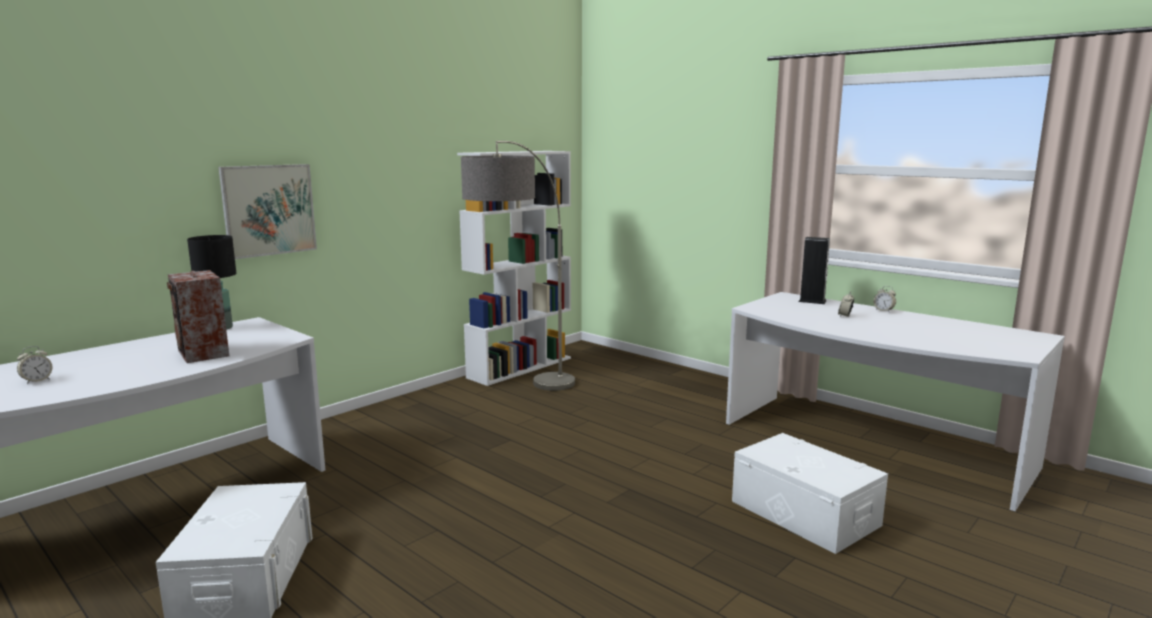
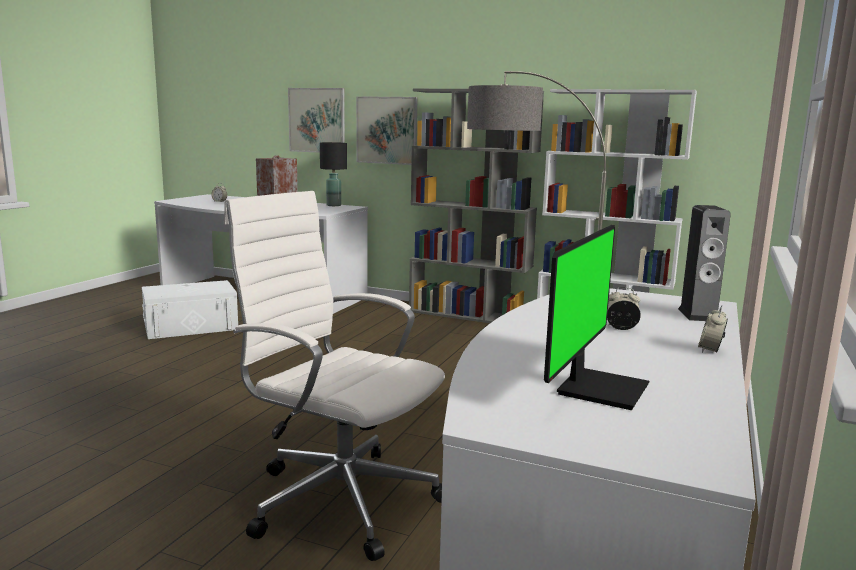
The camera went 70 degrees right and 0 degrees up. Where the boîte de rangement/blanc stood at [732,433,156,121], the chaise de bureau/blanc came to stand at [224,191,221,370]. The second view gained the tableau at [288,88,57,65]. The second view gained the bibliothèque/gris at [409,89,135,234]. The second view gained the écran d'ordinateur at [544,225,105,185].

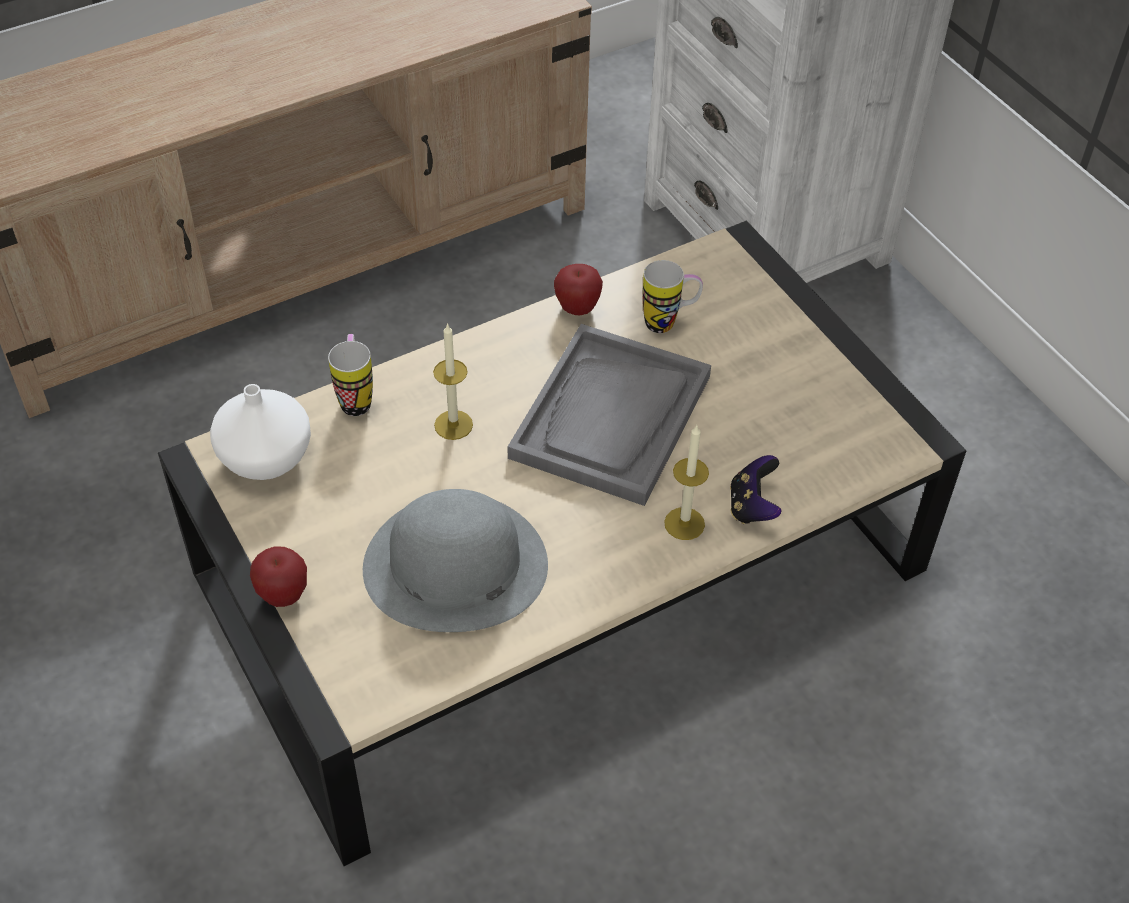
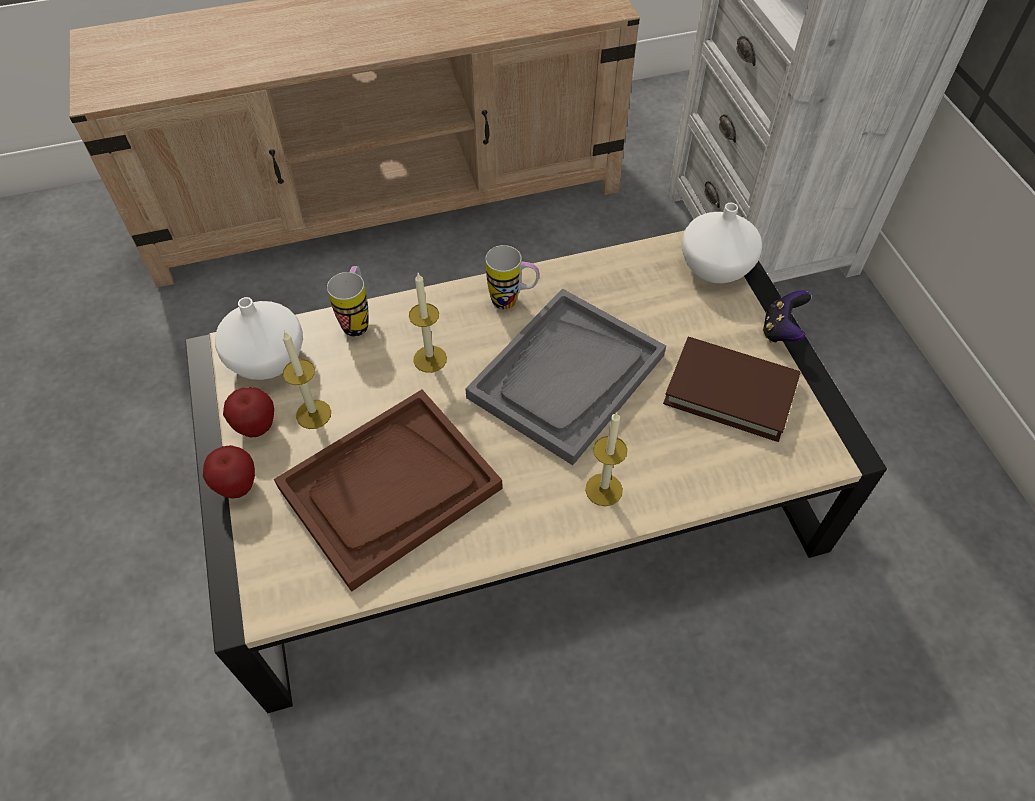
The camera went 15 degrees right and 5 degrees up. The mug ended up elsewhere, having gone from [643,260,60,73] to [485,245,54,65]. The pomme ended up elsewhere, having gone from [554,264,49,51] to [223,387,51,50]. The manette ended up elsewhere, having gone from [730,455,52,69] to [762,290,49,52]. Where the chapeau/gris stood at [363,489,185,143], the plateau/marron came to stand at [274,390,229,202]. The second view gained the vase/blanc at [681,203,81,81]. The second view gained the bougie at [282,330,49,99]. The second view gained the livre/marron at [663,337,138,105].

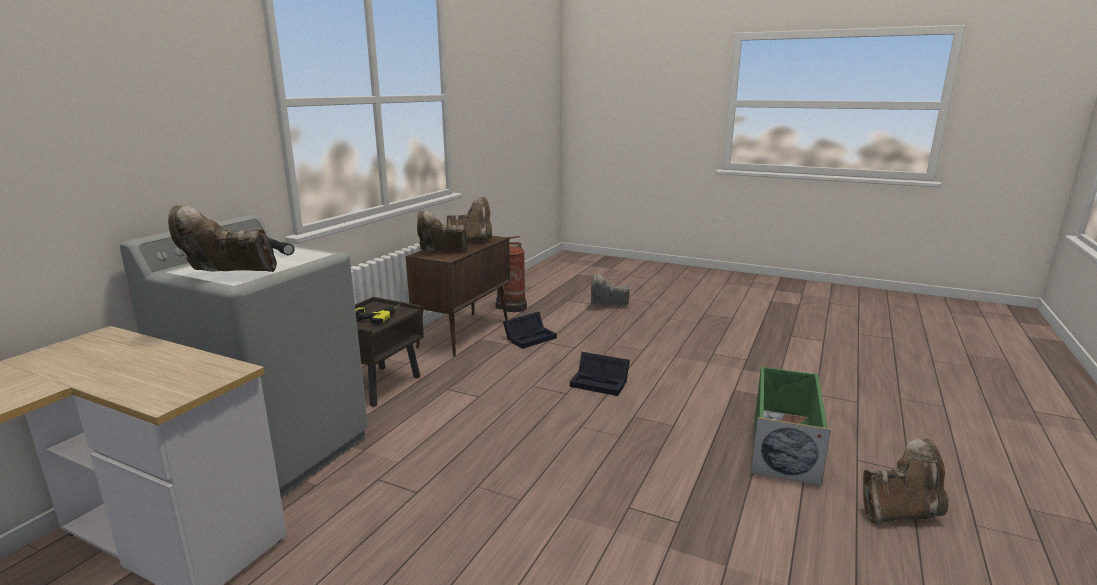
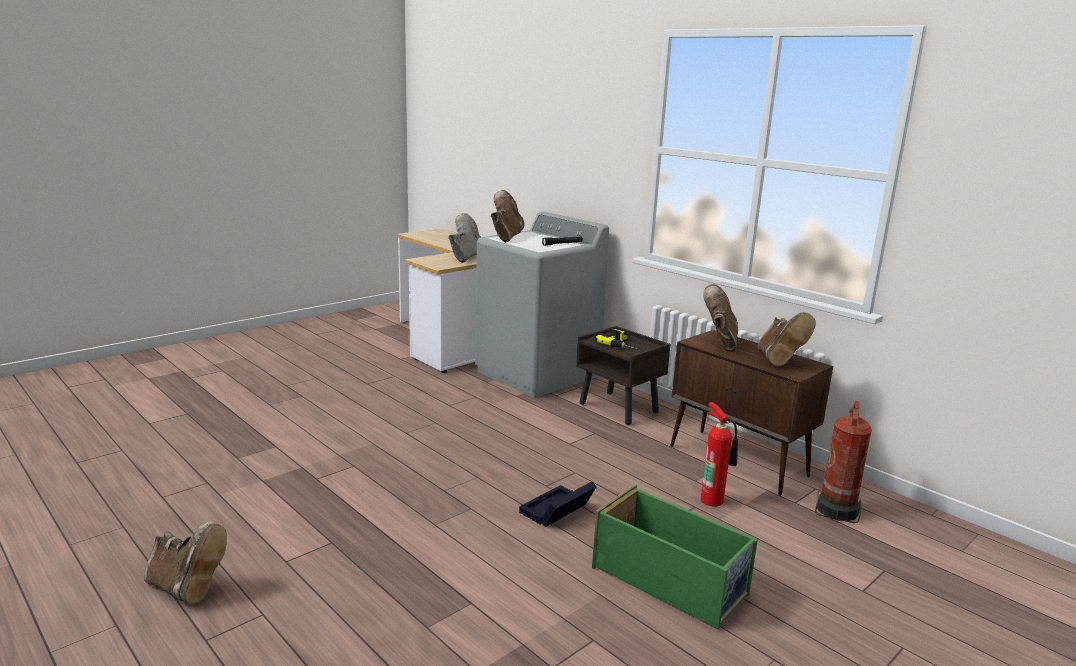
The camera went 110 degrees right and 0 degrees up. The botte/gris ended up elsewhere, having gone from [591,274,38,32] to [449,213,32,50]. Where the boîte de rangement/noir stood at [503,312,54,37], the extincteur came to stand at [701,402,37,105]. The boîte de rangement/vert ended up elsewhere, having gone from [751,366,80,120] to [592,484,166,146]. The botte/marron at [863,439,86,85] ended up facing another way, 75 degrees counterclockwise from before.

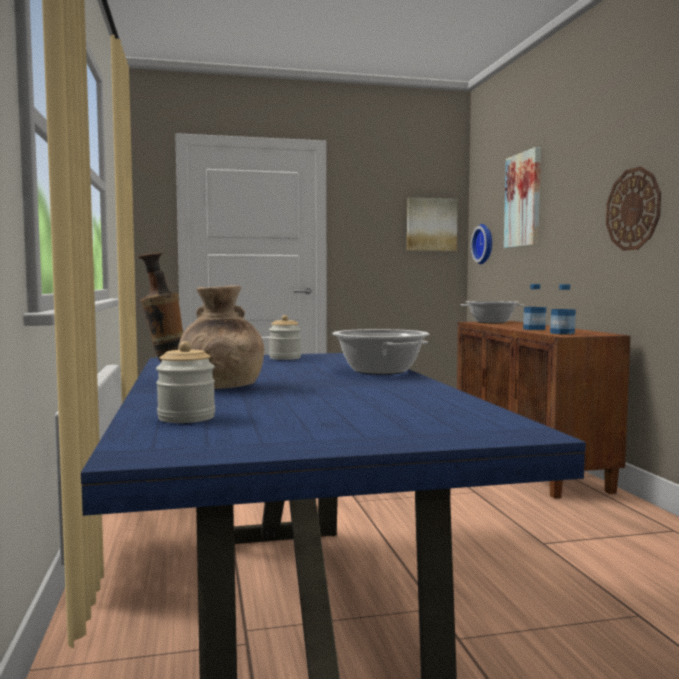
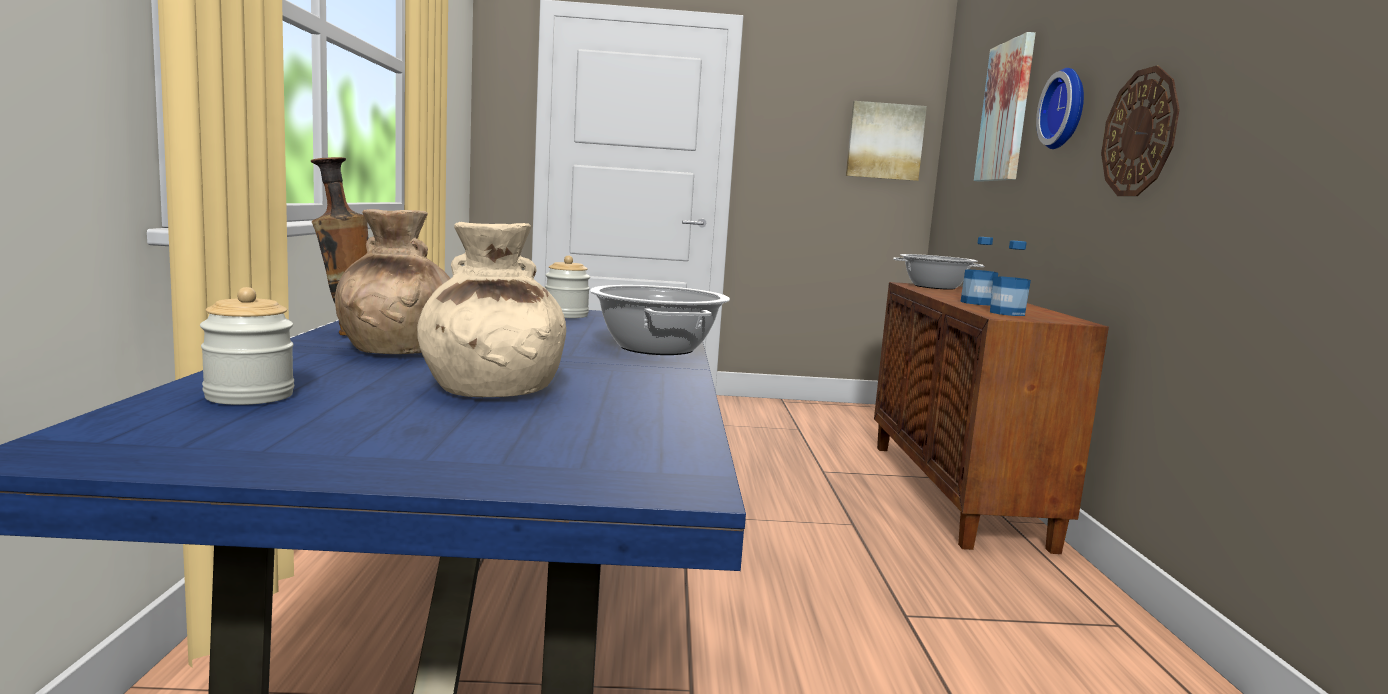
The camera went 10 degrees right and 5 degrees up. The horloge murale ended up elsewhere, having gone from [471,224,21,40] to [1036,68,48,81]. The second view gained the vase/beige at [417,222,149,175].

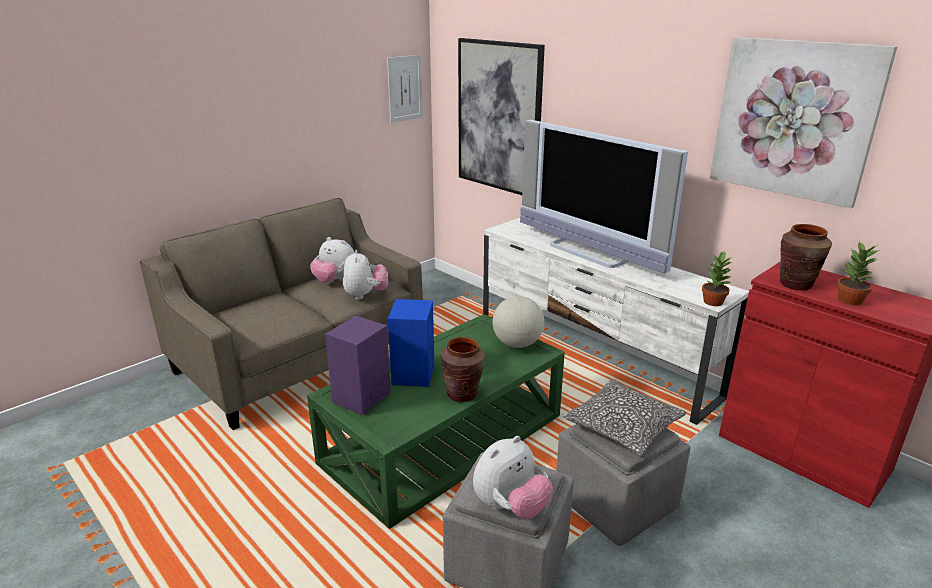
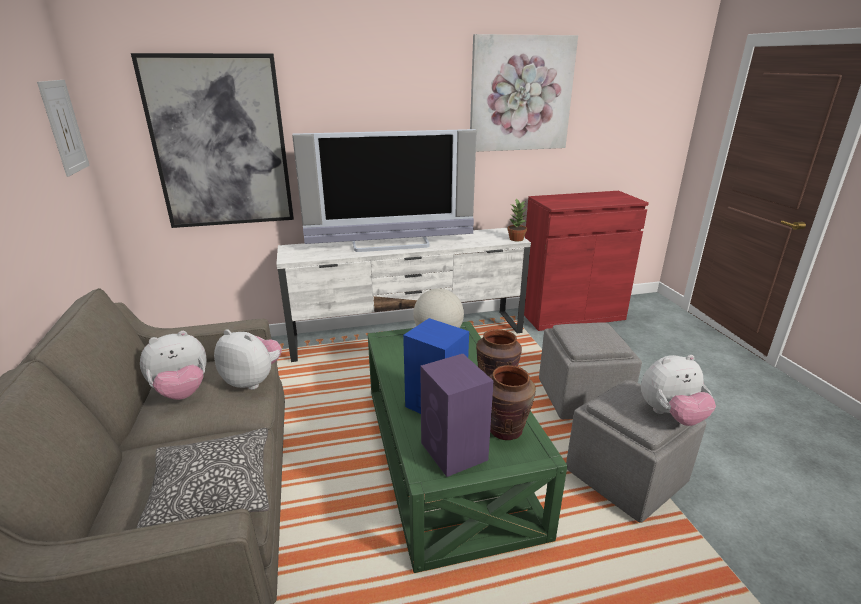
The camera went 60 degrees left and 0 degrees up. The vase/marron ended up elsewhere, having gone from [779,224,53,66] to [489,365,47,75]. The second view lost the plante en pot at [837,241,42,64]. The coussin ended up elsewhere, having gone from [563,380,123,77] to [137,428,132,100]. The peluche at [473,436,80,83] ended up facing another way, 90 degrees clockwise from before.

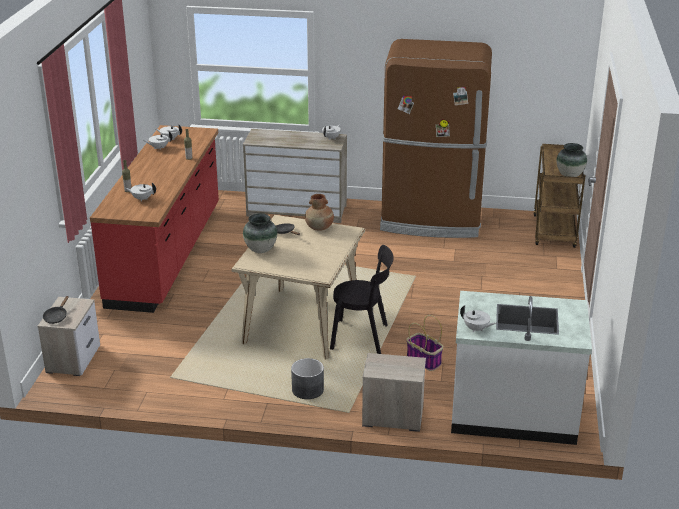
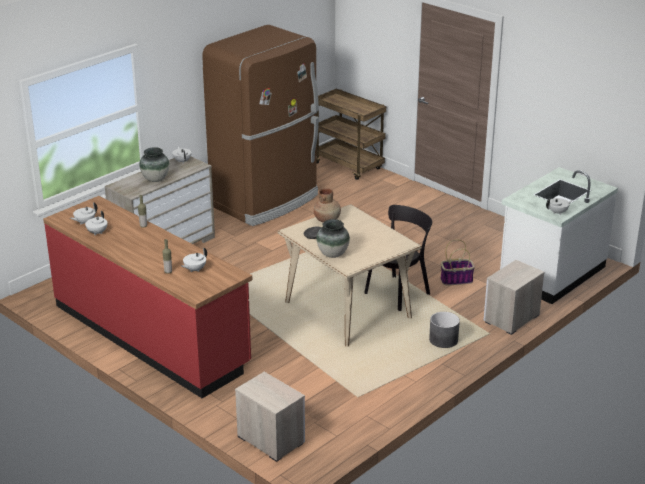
The camera went 55 degrees left and 0 degrees up. The vase ended up elsewhere, having gone from [557,143,30,34] to [139,147,30,35]. The second view lost the poêle/noir at [43,296,26,28].

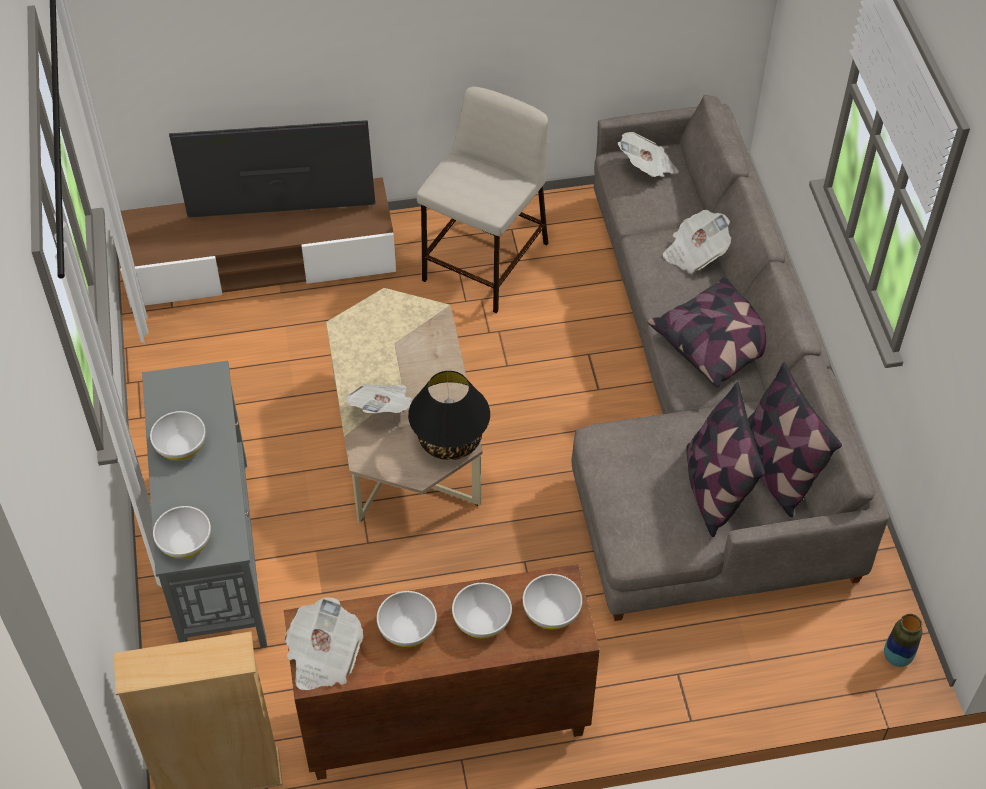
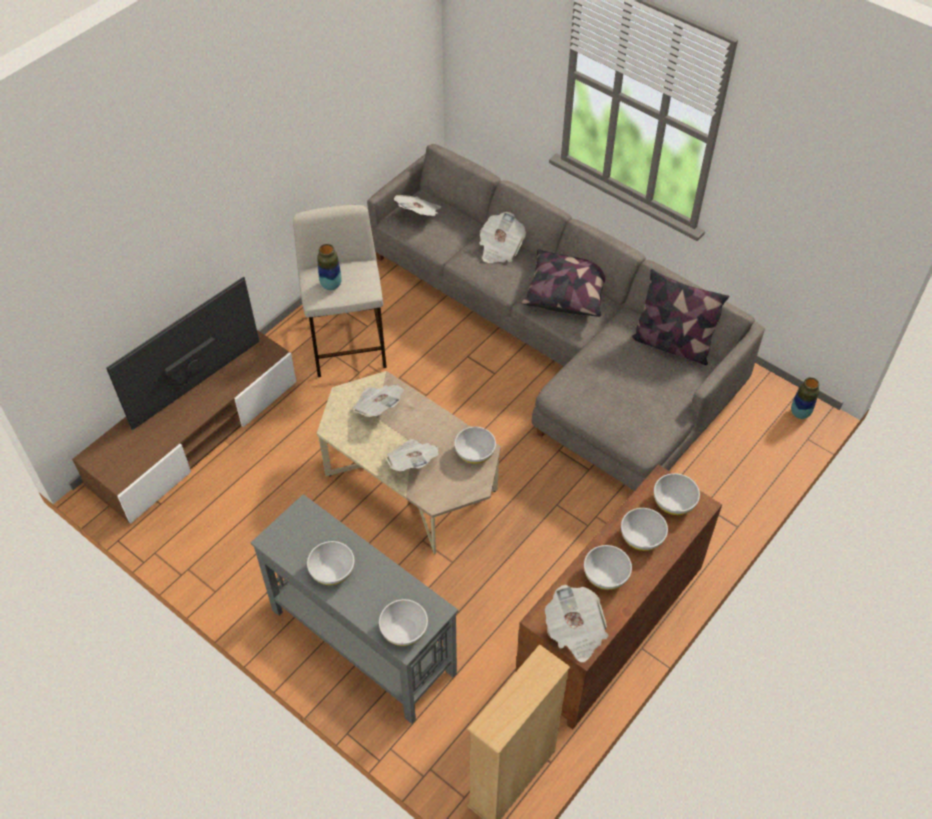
The camera went 40 degrees left and 0 degrees up. Where the lampe de table/noir stood at [408,371,82,89], the bol/blanc came to stand at [454,427,42,37]. The second view lost the coussin at [686,382,79,155]. The second view gained the vase at [317,244,25,46]. The second view gained the journal at [352,385,52,32].

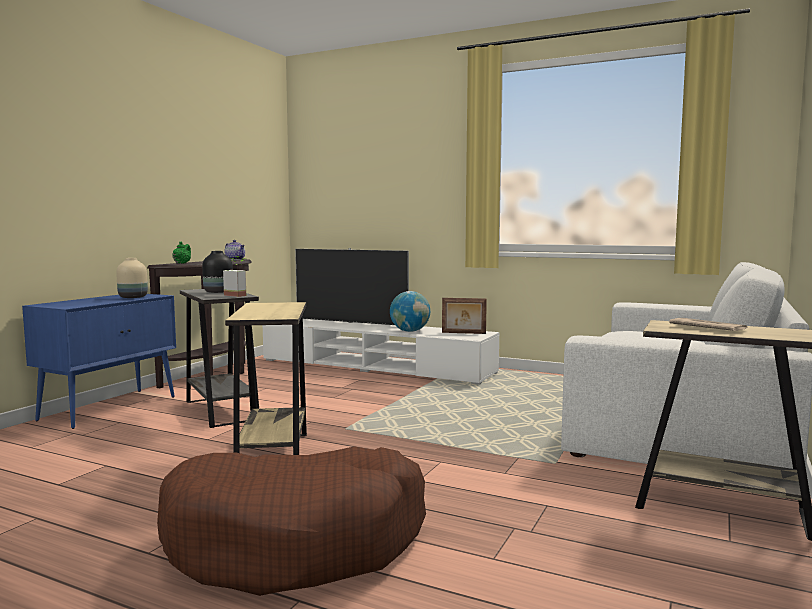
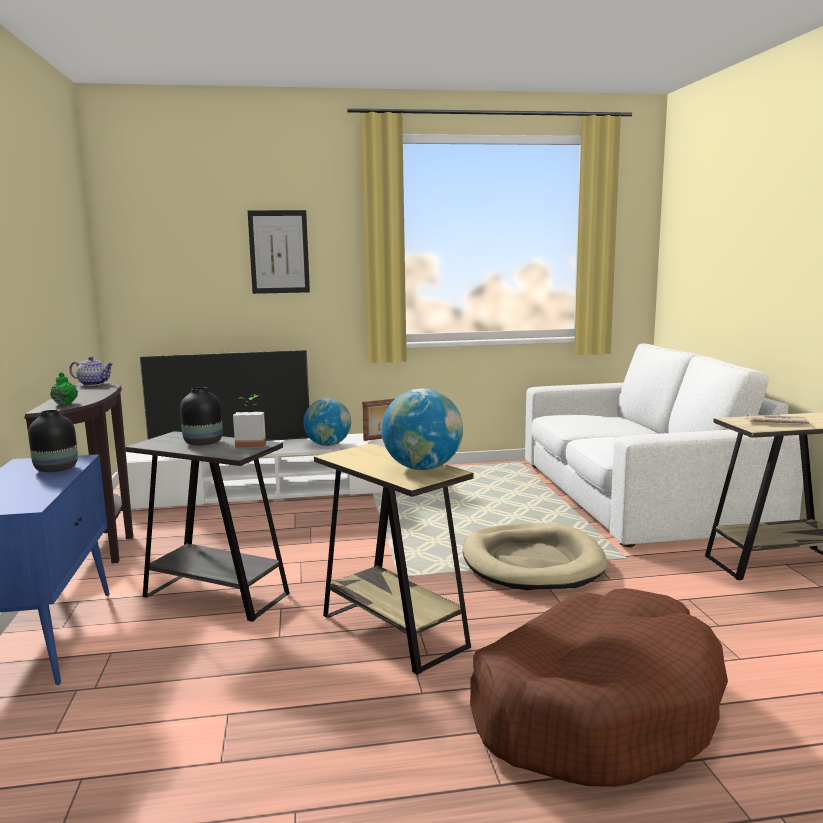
The camera went 35 degrees left and 5 degrees up. What was the vase/beige at [116,258,32,40] turned into the vase/noir at [28,410,50,62]. The second view gained the tableau at [248,210,62,84]. The second view gained the globe at [382,389,81,81]. The second view gained the panier pour chien/beige at [463,523,145,67].

